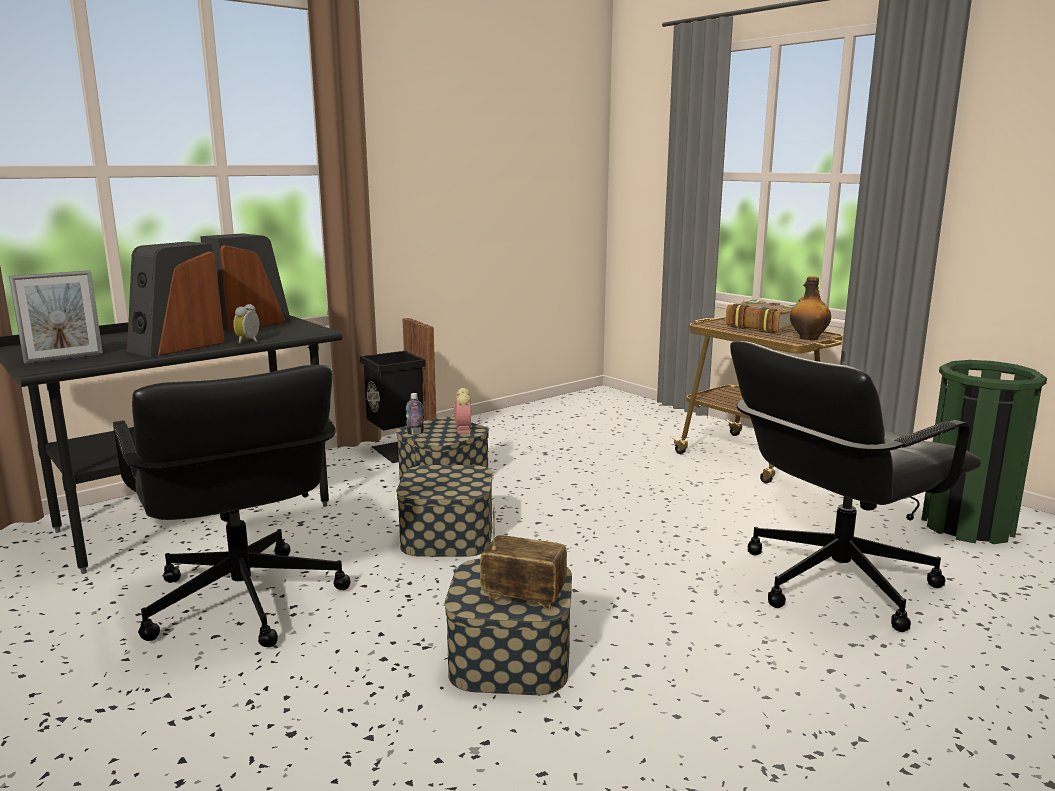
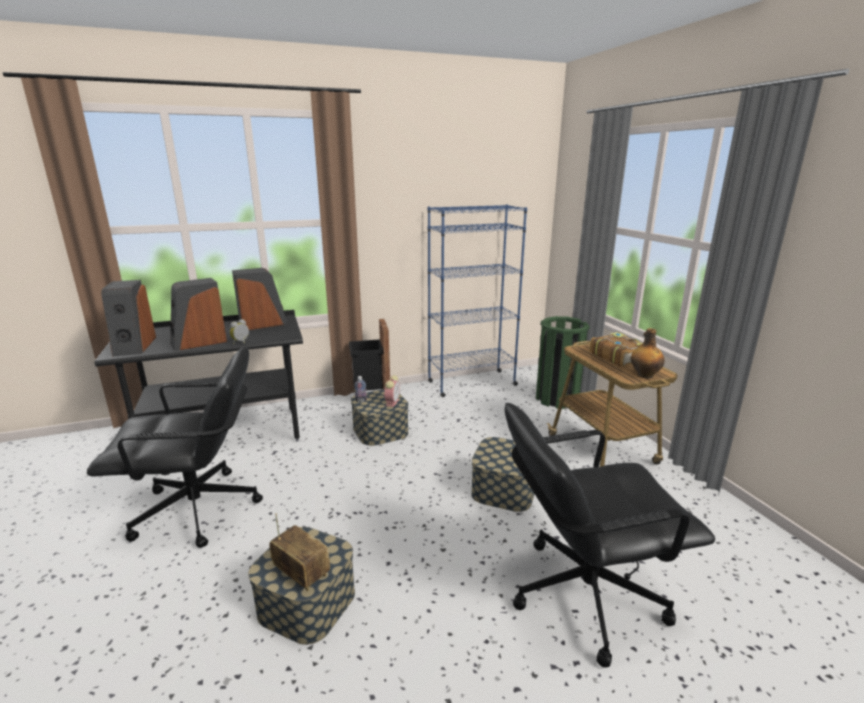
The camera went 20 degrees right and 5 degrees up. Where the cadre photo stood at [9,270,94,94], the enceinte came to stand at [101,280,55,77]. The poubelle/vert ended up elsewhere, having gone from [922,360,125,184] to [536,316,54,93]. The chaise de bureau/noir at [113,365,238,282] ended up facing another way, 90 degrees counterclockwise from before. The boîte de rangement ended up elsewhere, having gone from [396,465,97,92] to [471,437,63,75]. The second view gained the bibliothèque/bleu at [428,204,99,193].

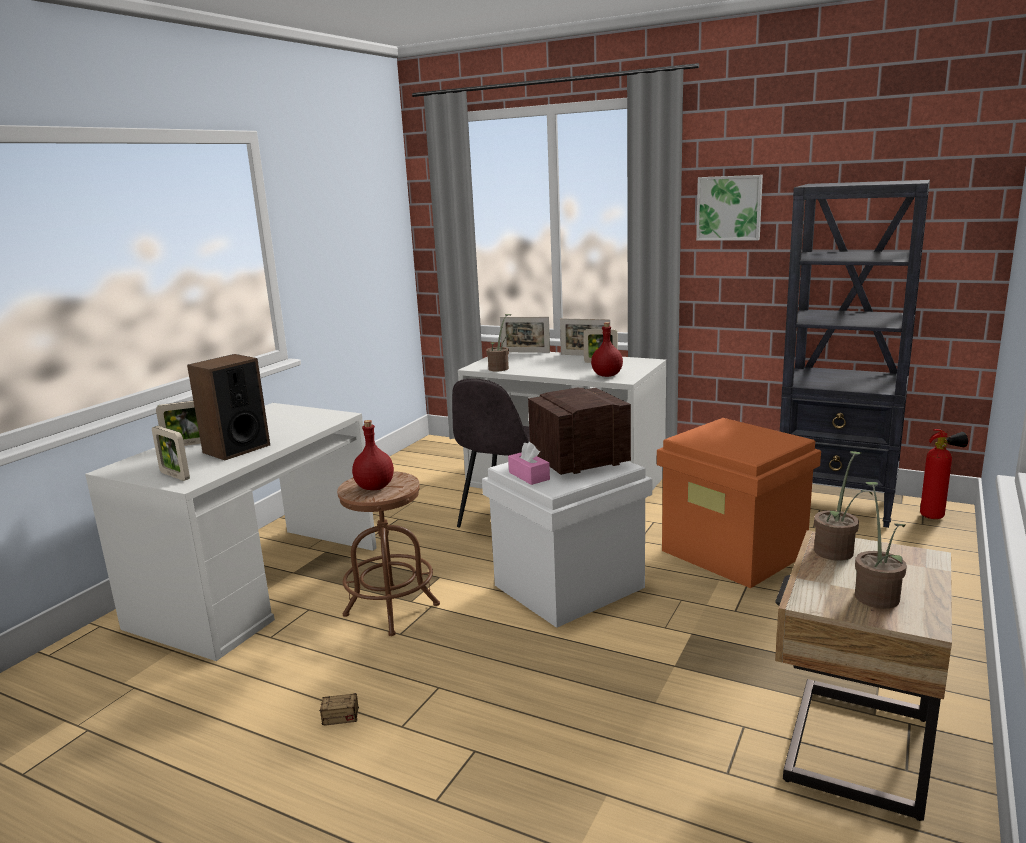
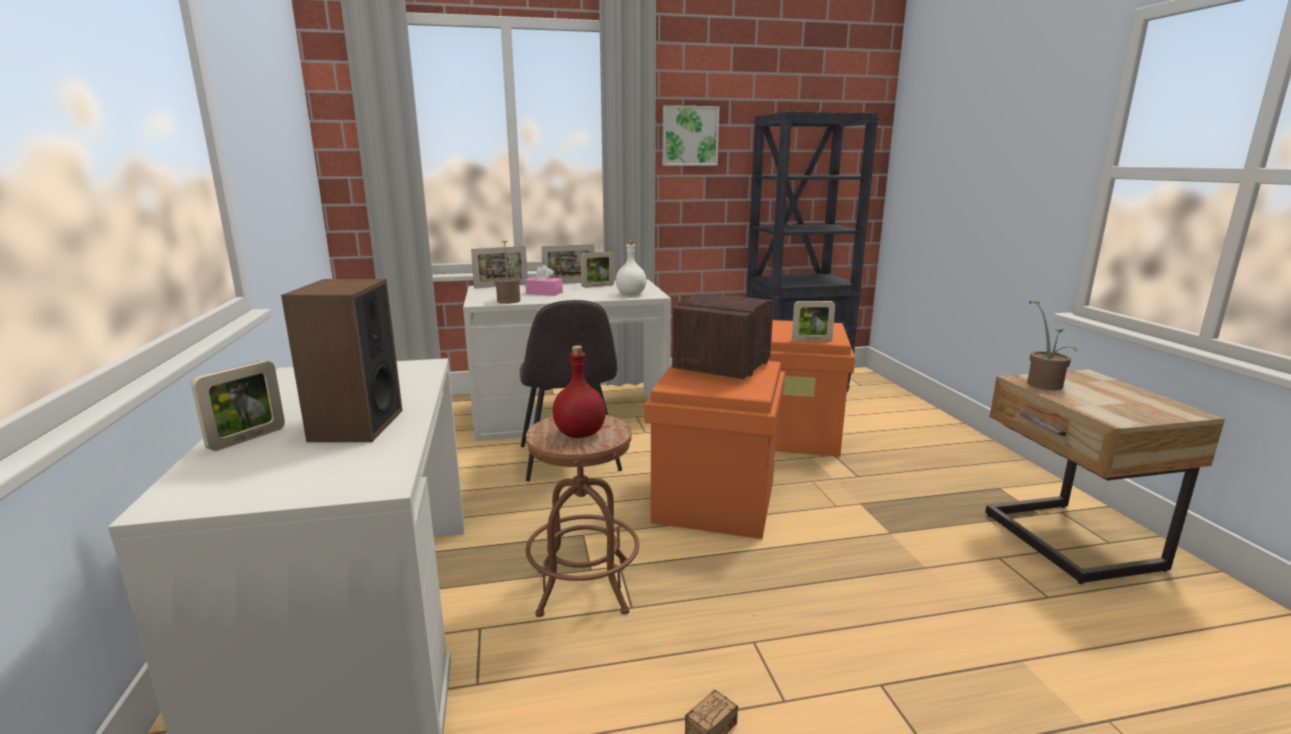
The camera went 40 degrees left and 0 degrees up. What was the bouteille/rouge at [591,322,32,55] turned into the bouteille/blanc at [616,240,30,55]. The cadre photo ended up elsewhere, having gone from [152,426,38,55] to [792,301,43,40]. The second view lost the extincteur at [920,429,48,90]. The boîte à mouchoirs/rose ended up elsewhere, having gone from [508,442,42,43] to [525,265,38,31]. What was the boîte de rangement/blanc at [482,461,170,167] turned into the boîte de rangement/orange at [644,361,141,178]. The second view lost the plante en pot at [855,482,52,127].

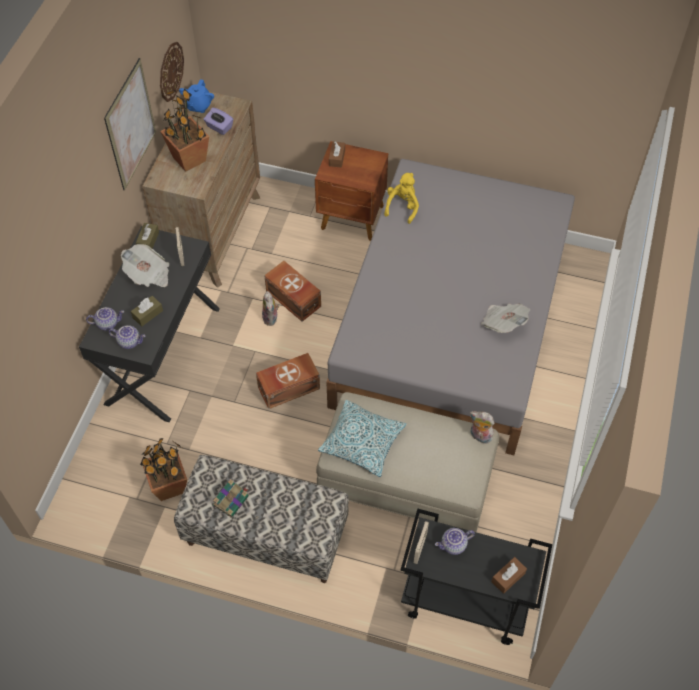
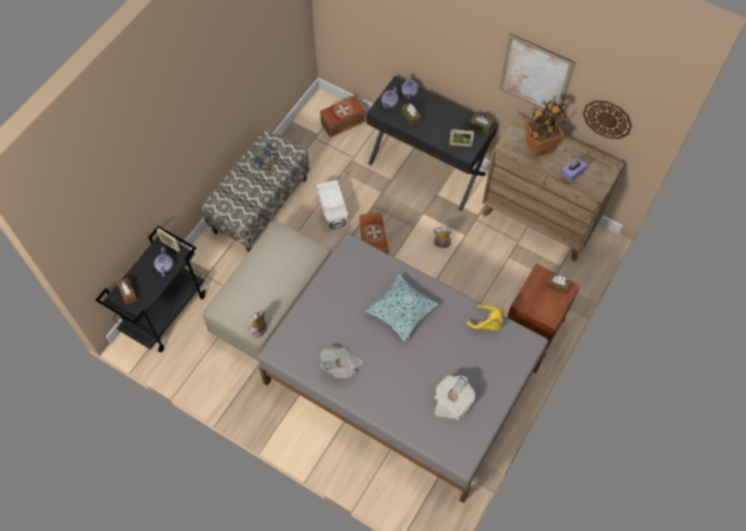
The camera went 105 degrees right and 5 degrees up. The second view lost the théière/bleu at [179,79,35,34]. The journal ended up elsewhere, having gone from [121,244,48,43] to [434,375,41,45]. The boîte de rangement/marron ended up elsewhere, having gone from [264,261,57,60] to [320,95,46,43]. The coussin ended up elsewhere, having gone from [318,400,89,77] to [365,275,74,67]. The second view lost the plante en pot at [140,438,47,63]. The second view gained the boîte de rangement/blanc at [317,180,32,51].

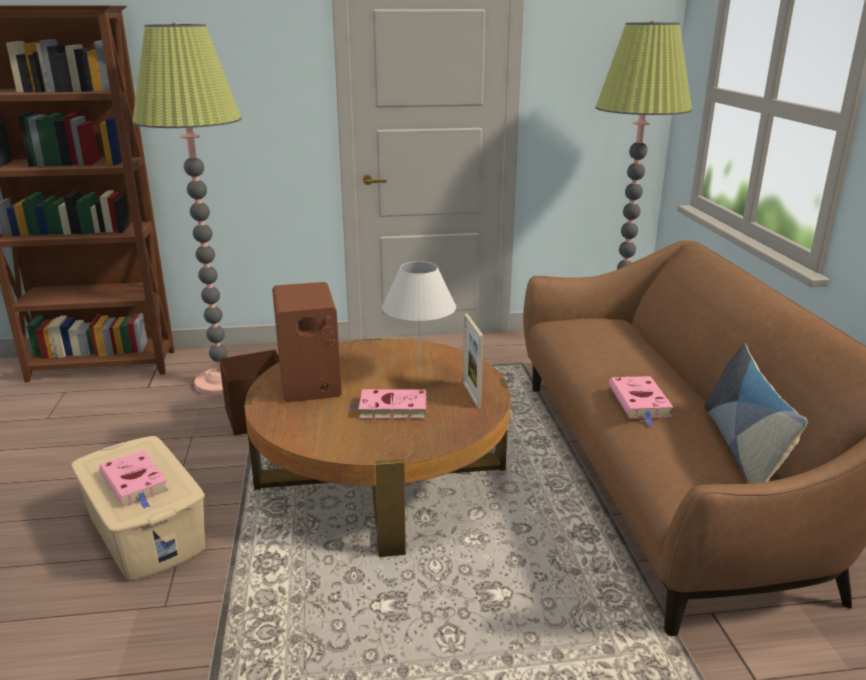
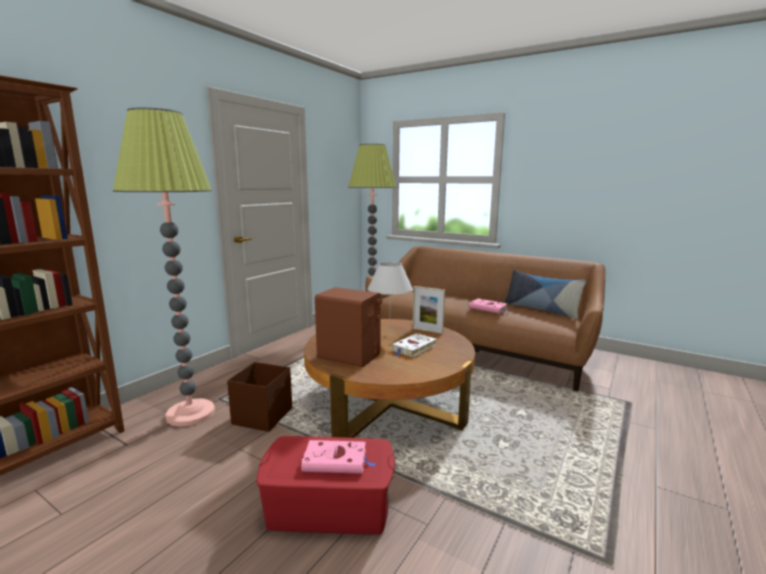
The camera went 50 degrees left and 10 degrees down. What was the livre/rose at [348,389,79,30] turned into the livre/blanc at [391,333,46,24]. What was the boîte de rangement/beige at [71,436,134,145] turned into the boîte de rangement/rouge at [257,436,138,99].

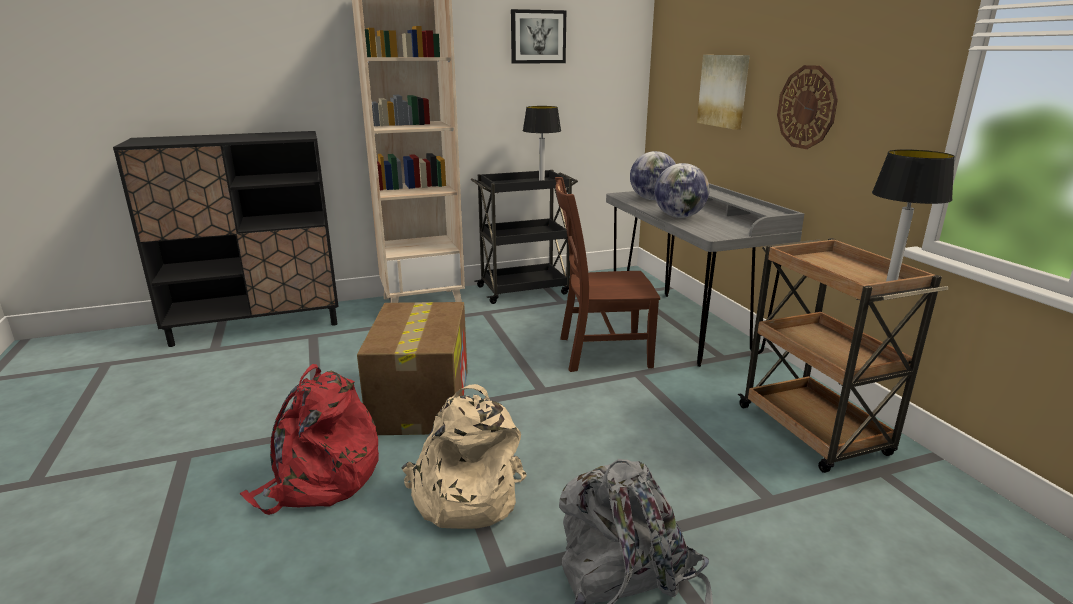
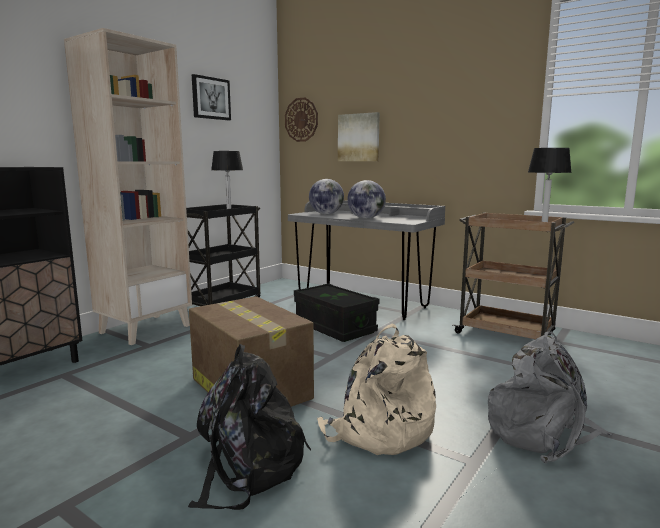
The camera went 35 degrees left and 10 degrees down. The horloge murale ended up elsewhere, having gone from [777,65,61,84] to [285,97,33,45]. Where the chaise/marron stood at [555,177,105,195], the boîte de rangement/noir came to stand at [294,283,86,59]. What was the sac à dos/rouge at [240,364,139,151] turned into the sac à dos/noir at [188,344,123,166].

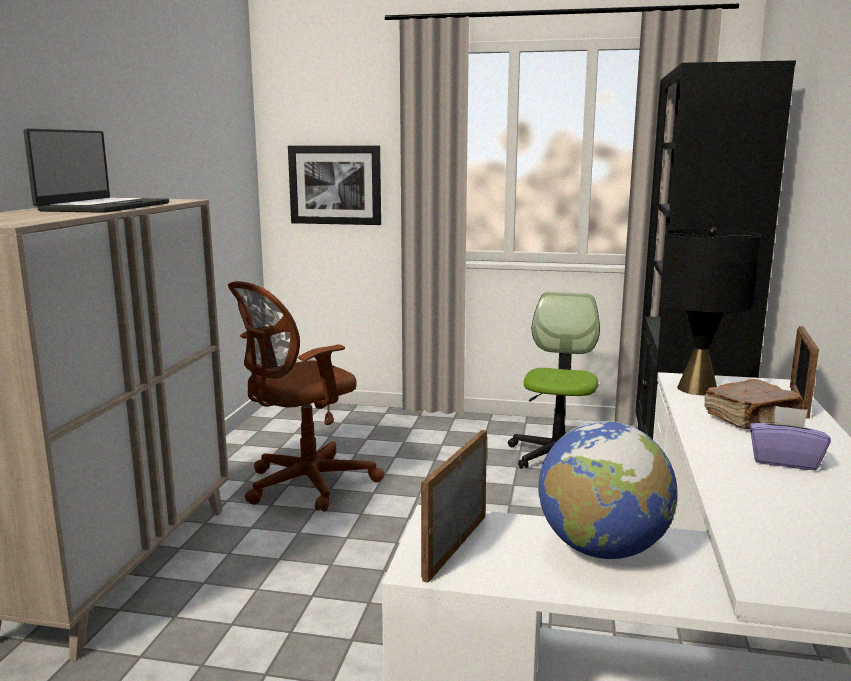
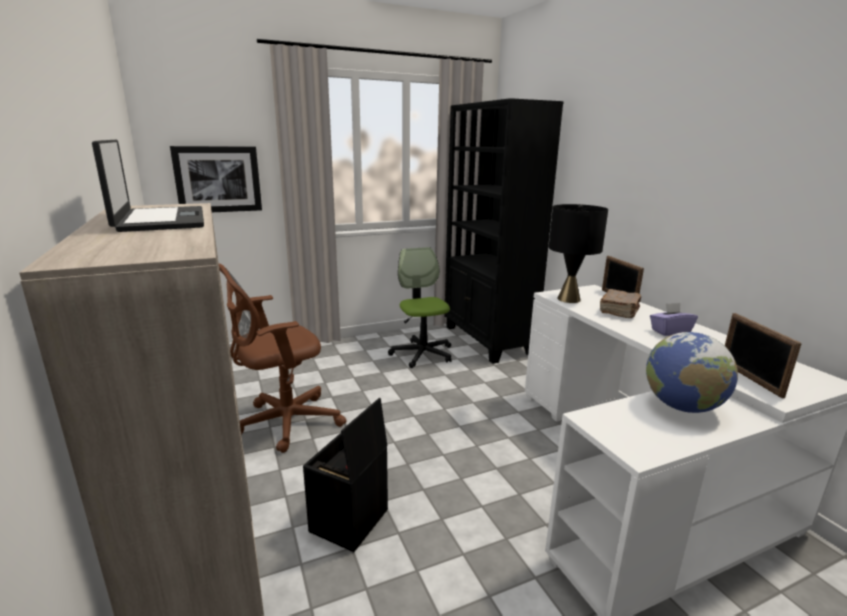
The camera went 35 degrees left and 5 degrees up. The chaise de bureau/marron at [228,281,157,231] ended up facing another way, 45 degrees clockwise from before. The cadre photo ended up elsewhere, having gone from [421,430,66,153] to [725,313,77,85]. The second view gained the boîte de rangement/noir at [303,398,85,154].

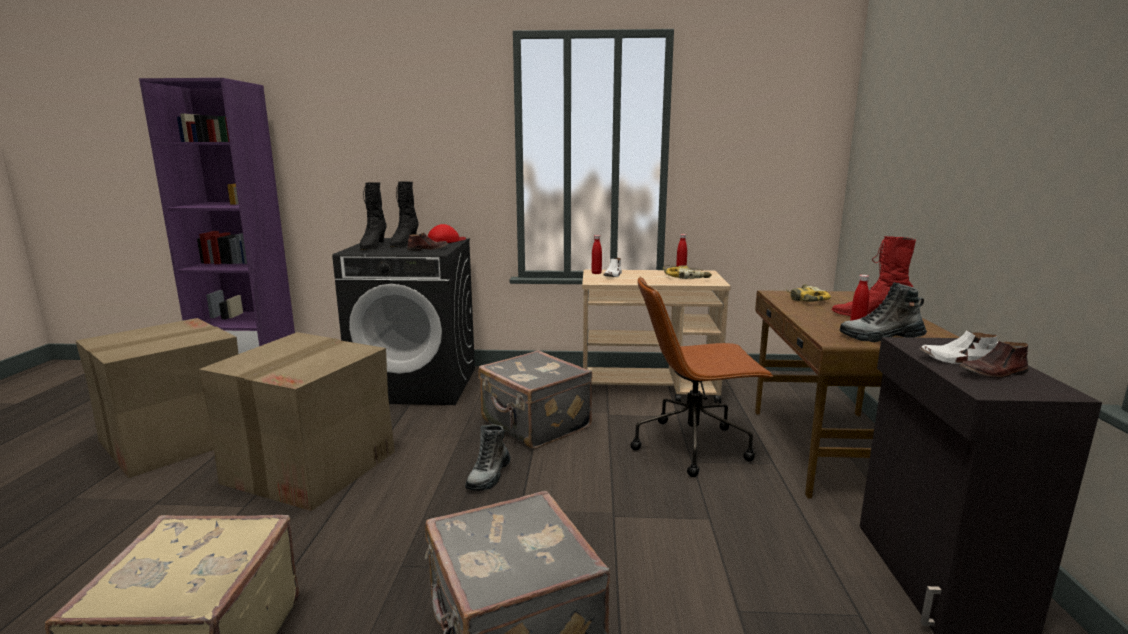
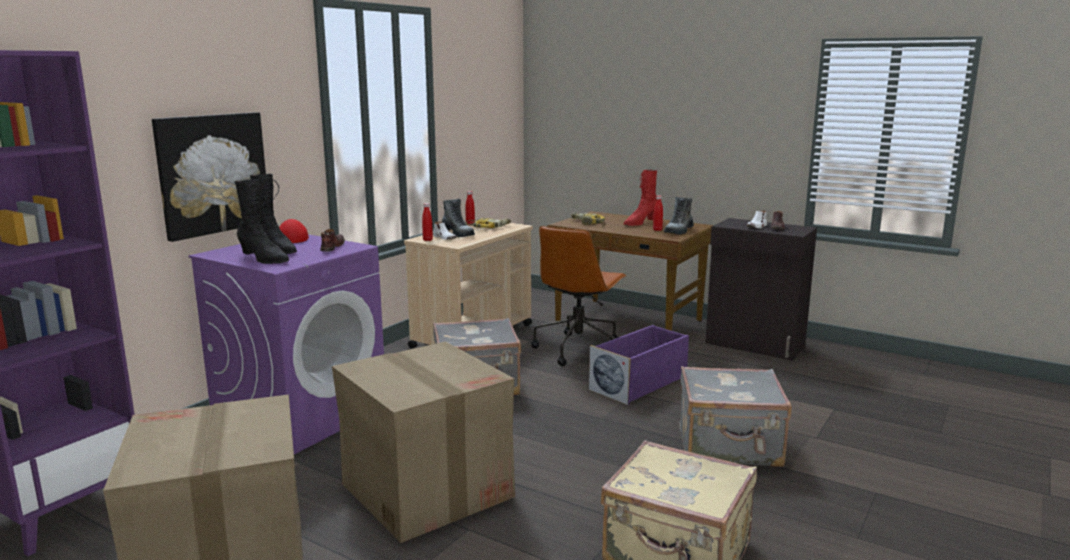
The camera went 60 degrees left and 0 degrees up. What was the lave-linge/noir at [332,238,143,167] turned into the lave-linge/violet at [188,234,196,221]. The botte ended up elsewhere, having gone from [465,424,46,67] to [442,198,33,39]. The second view gained the tableau at [152,112,114,130]. The second view gained the boîte de rangement/violet at [589,325,100,80].

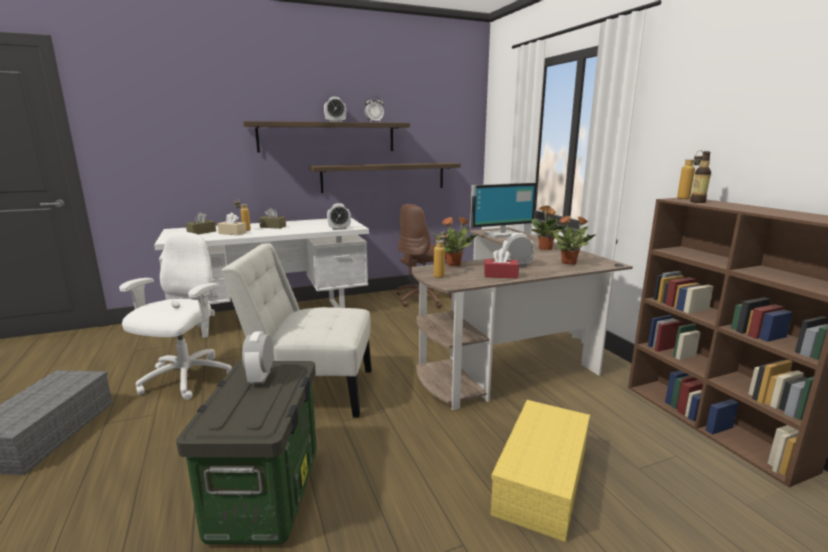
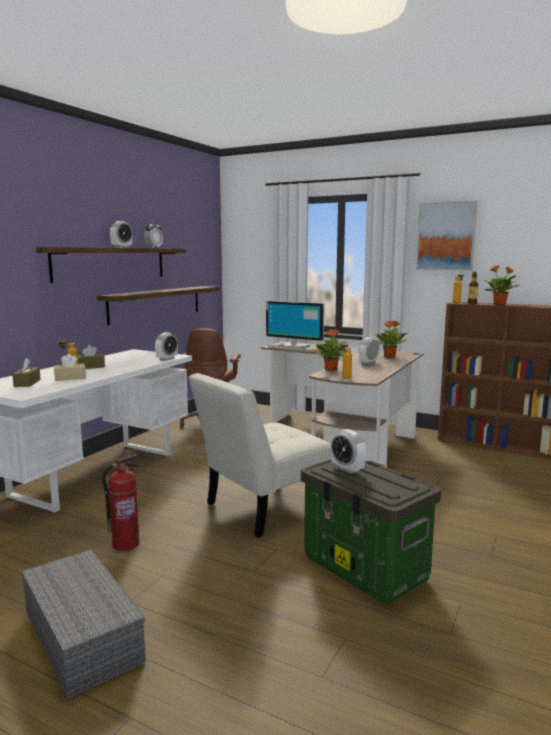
The camera went 40 degrees left and 5 degrees down. The écran d'ordinateur at [470,183,67,55] ended up facing another way, 90 degrees clockwise from before. The plante en pot ended up elsewhere, having gone from [532,205,35,45] to [483,265,37,40]. Where the chaise de bureau/blanc stood at [119,232,113,168], the extincteur came to stand at [102,454,37,97]. The second view lost the boîte à mouchoirs/rouge at [484,248,35,30]. The second view lost the boîte de rangement/jaune at [490,400,100,142]. The second view gained the tableau at [416,200,61,71].

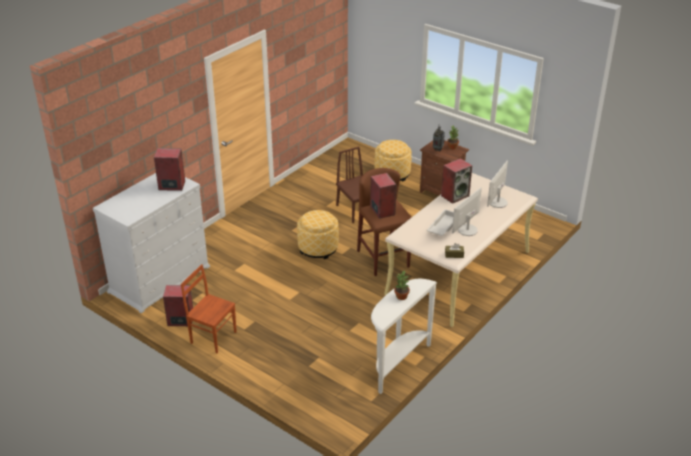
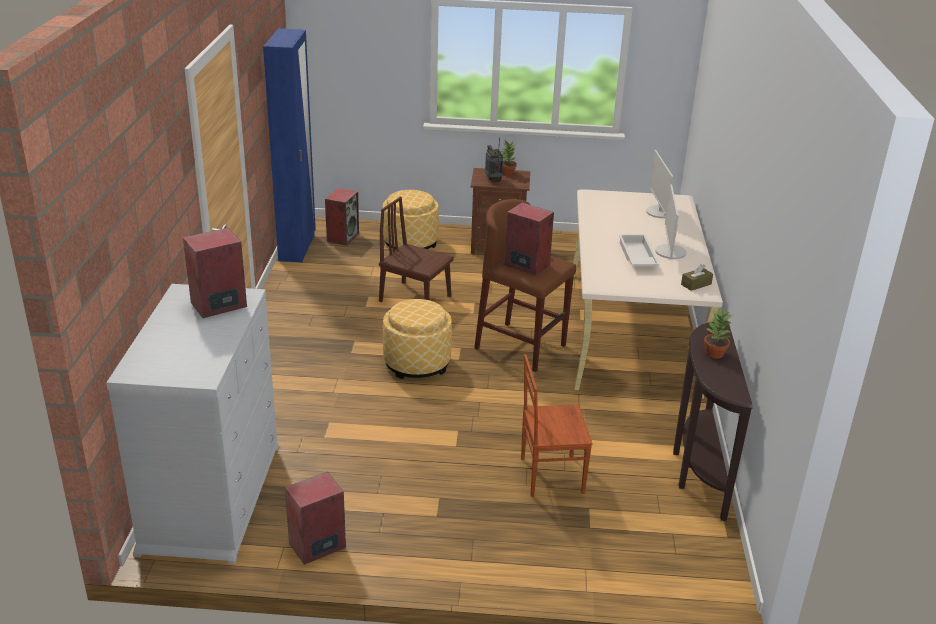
The camera went 35 degrees left and 5 degrees down. The enceinte ended up elsewhere, having gone from [441,158,31,46] to [325,188,34,57]. The chaise/marron ended up elsewhere, having gone from [181,264,56,89] to [521,354,72,143]. What was the table console/blanc at [371,279,66,115] turned into the table console/marron at [673,321,79,200]. The second view gained the armoire/bleu at [263,28,53,234].

